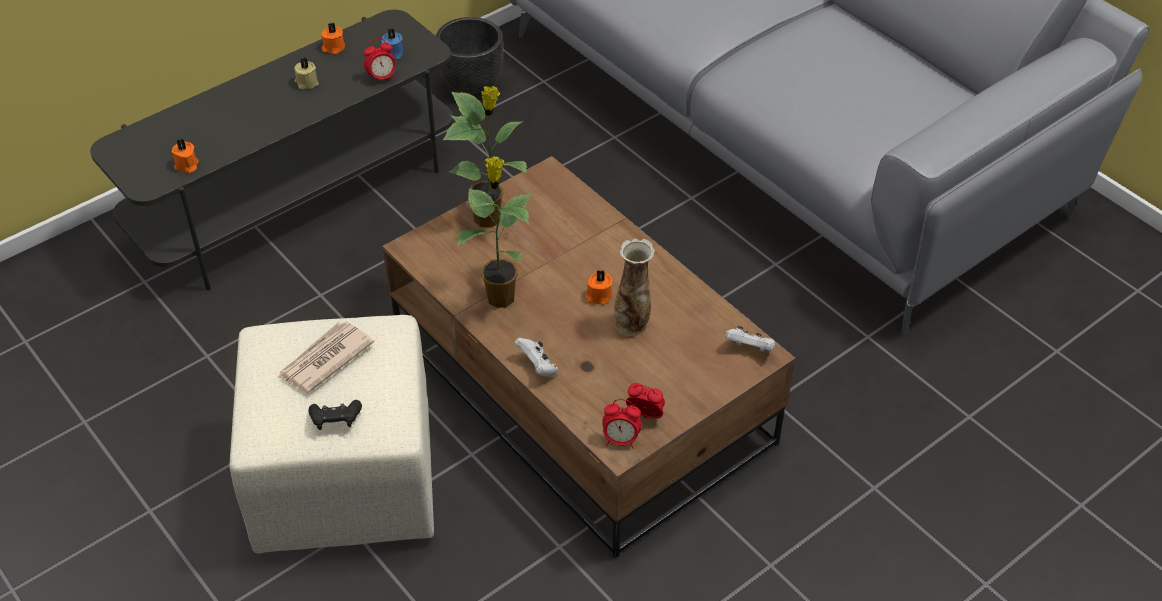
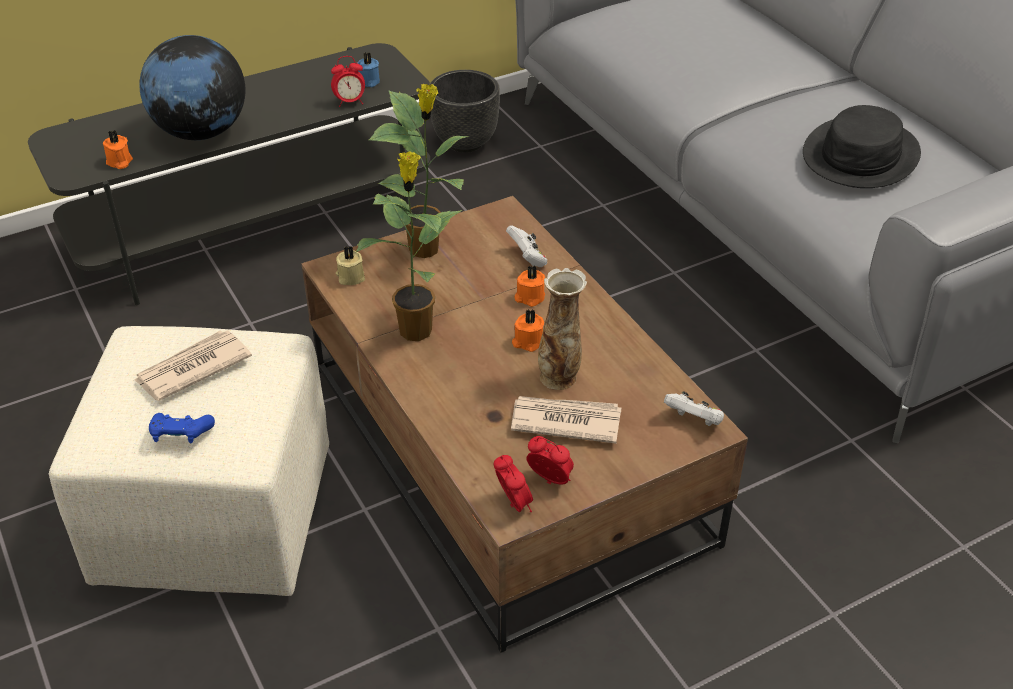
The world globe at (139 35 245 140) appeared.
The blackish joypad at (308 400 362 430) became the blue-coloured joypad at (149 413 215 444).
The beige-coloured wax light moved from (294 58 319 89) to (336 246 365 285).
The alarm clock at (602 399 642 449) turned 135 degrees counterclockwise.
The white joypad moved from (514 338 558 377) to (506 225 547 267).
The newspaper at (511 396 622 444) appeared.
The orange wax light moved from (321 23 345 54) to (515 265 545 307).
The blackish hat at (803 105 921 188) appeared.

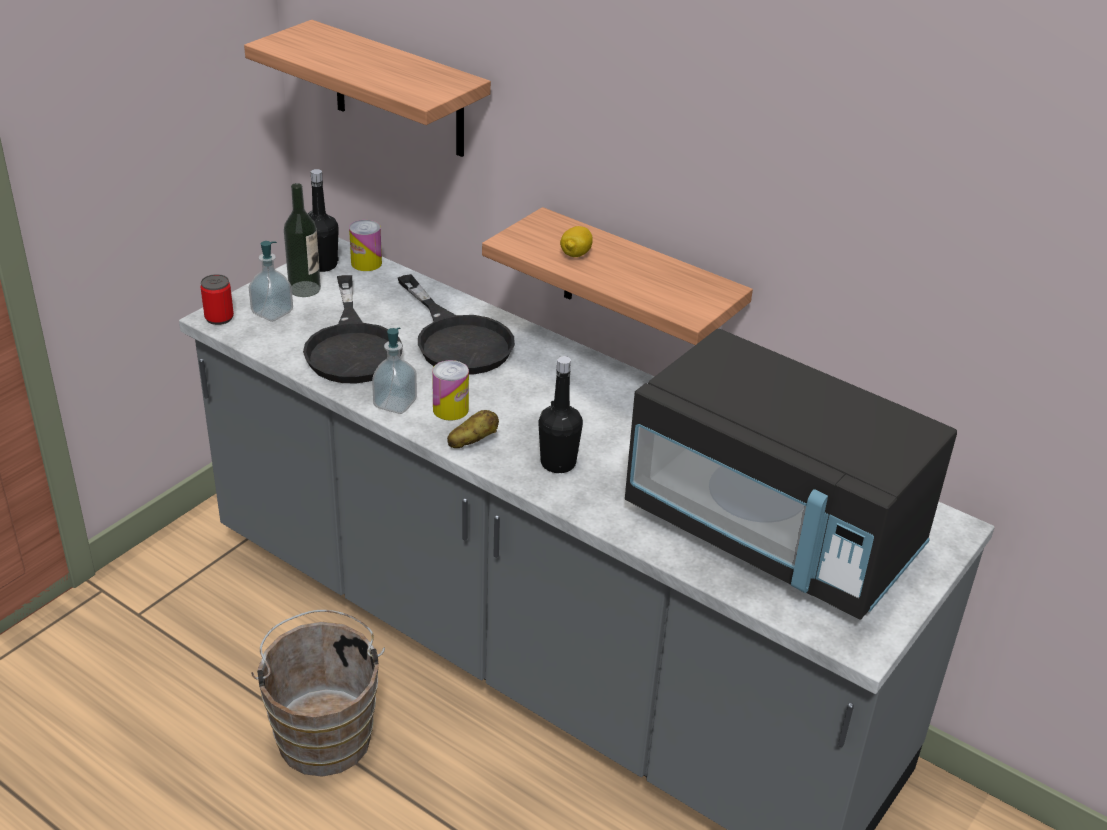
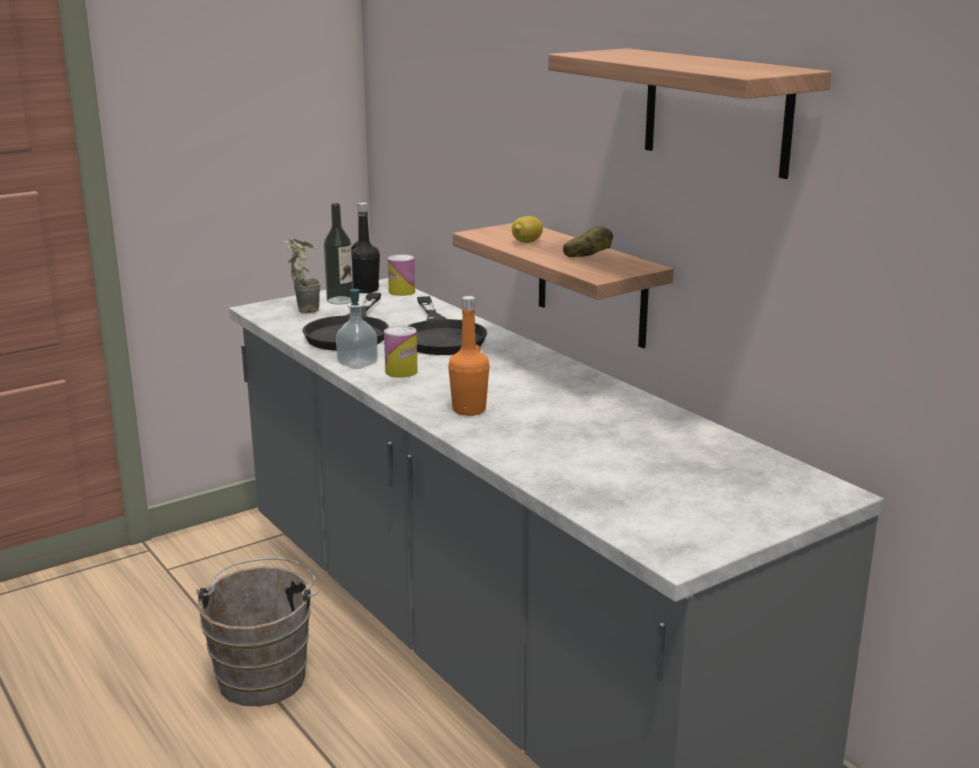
The liquid soap bottle at (249 241 293 322) was replaced by the plant in a pot at (283 239 321 314).
The blackish beverage bottle at (538 356 583 473) became the orange beverage bottle at (448 296 490 416).
The wall shelf moved from (244 20 491 157) to (548 48 832 179).
The spud moved from (447 410 499 448) to (563 226 613 257).
The can at (201 274 234 325) disappeared.
The blackish microwave oven at (625 329 957 620) disappeared.

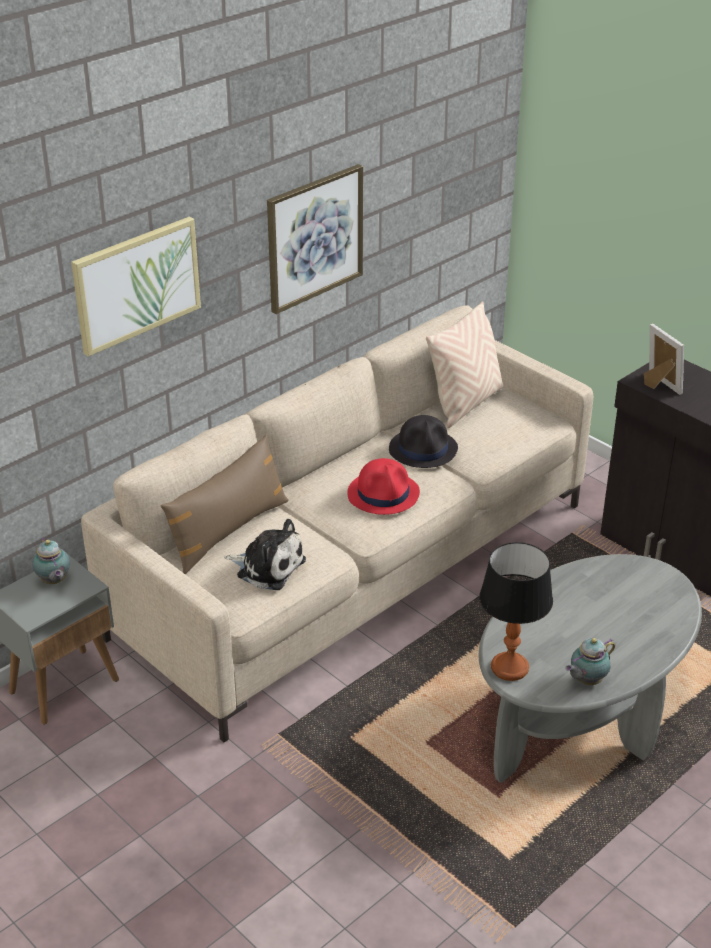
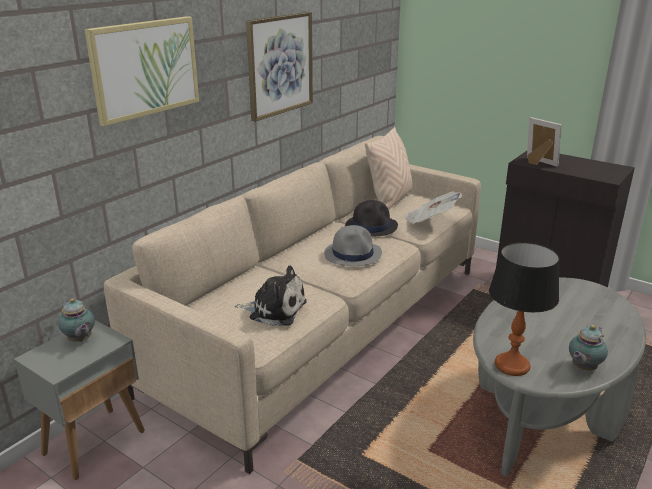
The reddish hat at (347 458 420 515) became the greyish hat at (324 225 382 266).
The newspaper at (404 191 462 225) appeared.
The brownish pillow at (161 435 289 574) disappeared.

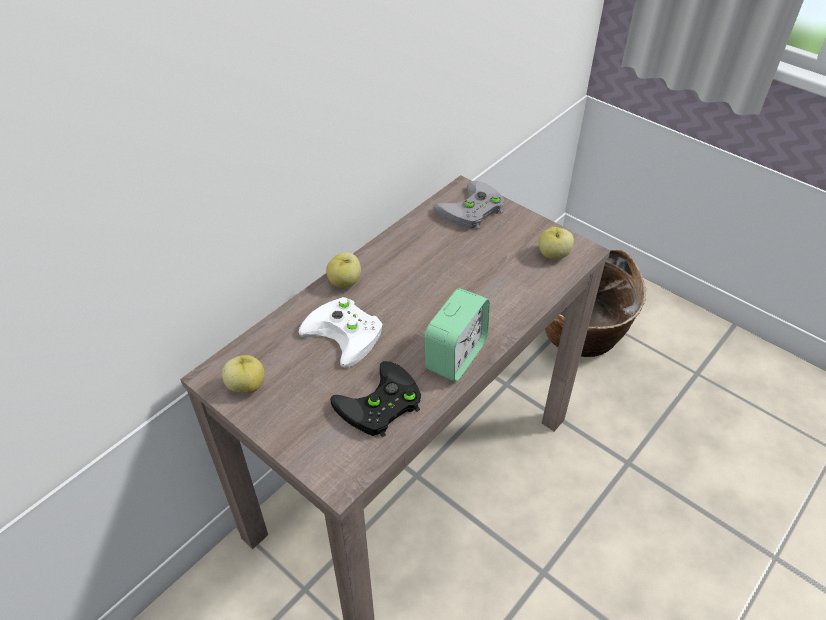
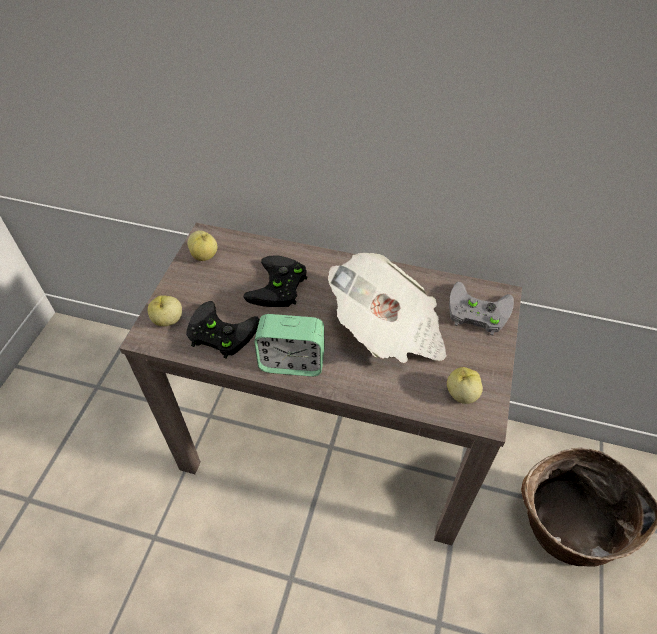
The apple fruit moved from (326 252 361 288) to (148 295 182 326).
The white joypad at (299 297 382 368) became the blackish joypad at (244 255 307 307).
The newspaper at (328 253 447 363) appeared.

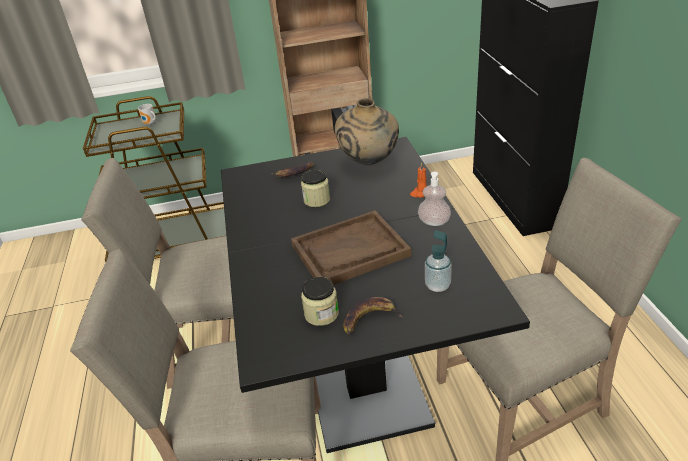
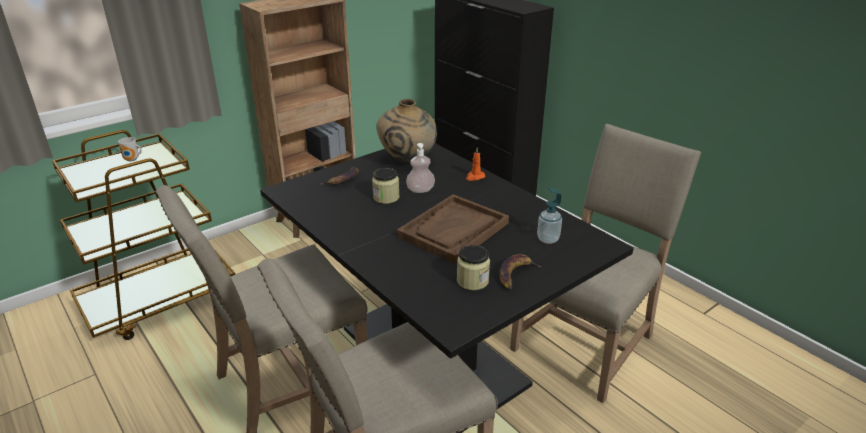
The liquid soap bottle moved from (418 172 451 226) to (406 143 435 193).

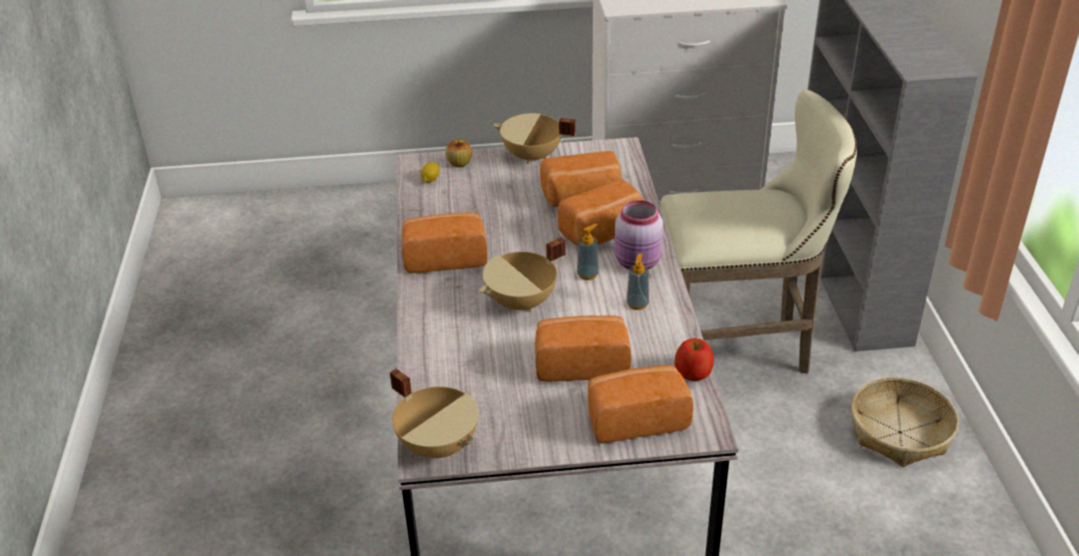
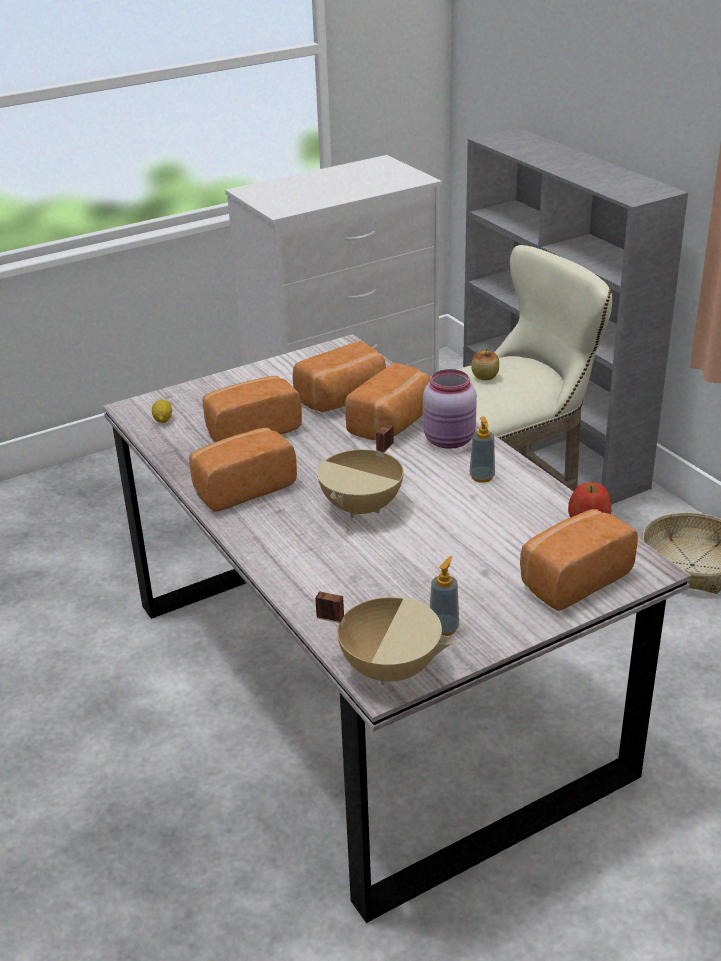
The bread moved from (535 316 631 382) to (203 376 302 442).
The liquid soap bottle moved from (577 224 599 280) to (430 556 459 636).
The apple fruit moved from (446 139 472 167) to (471 349 499 380).
The beige-coloured stockpot at (493 113 576 164) disappeared.

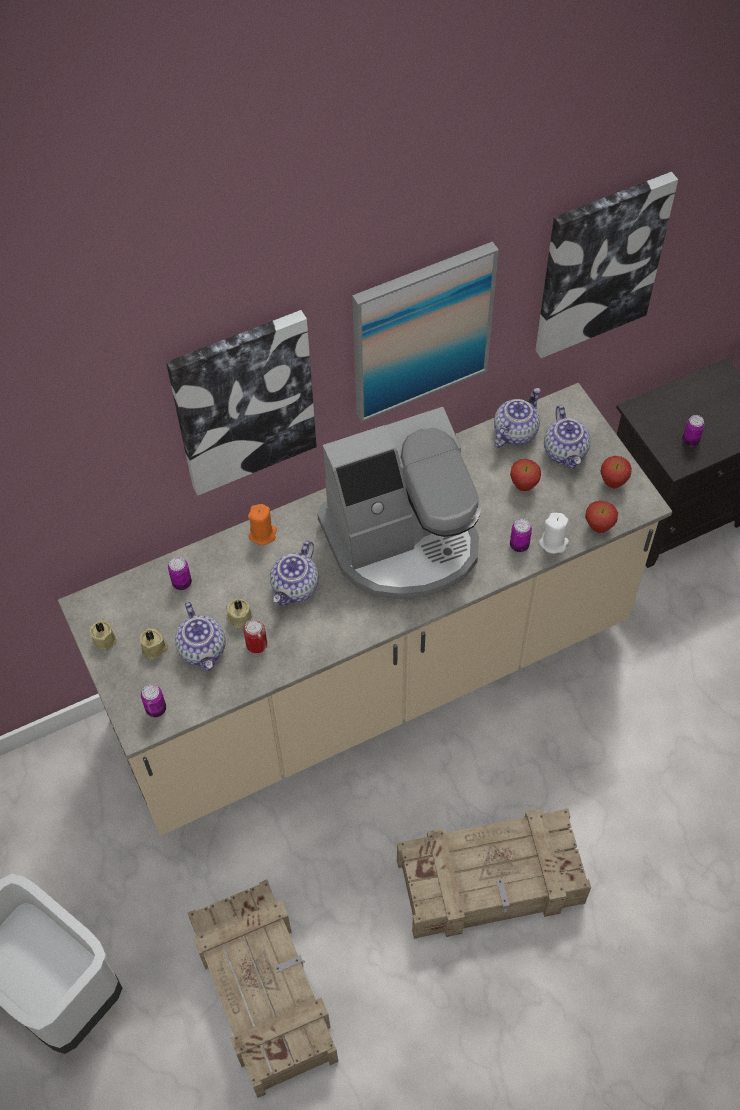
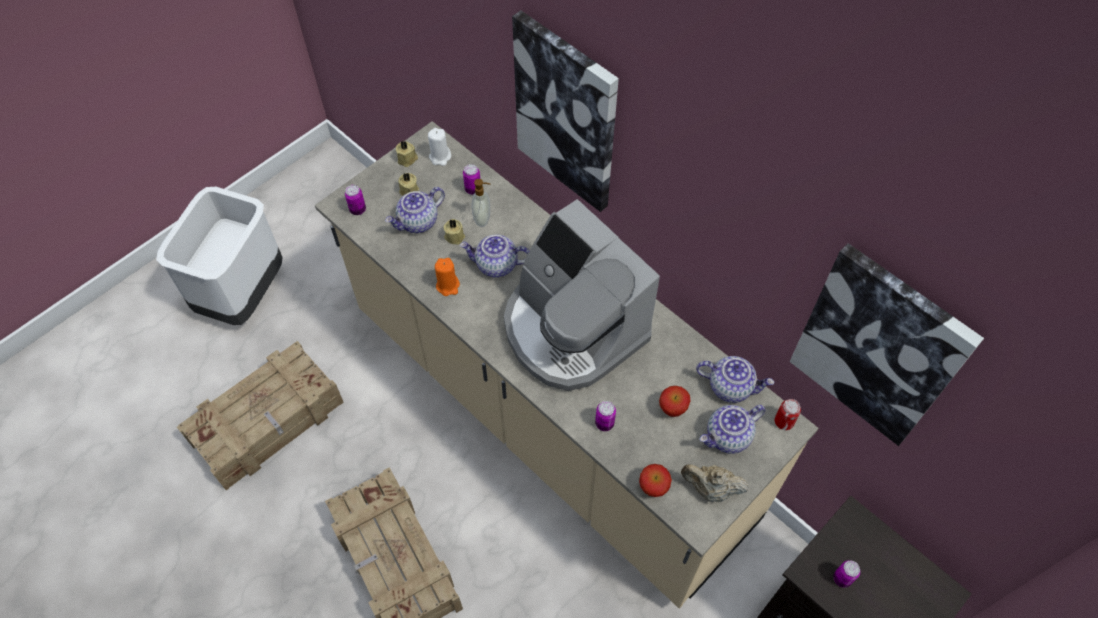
The white wax light moved from (539 513 569 554) to (428 128 451 166).
The orange wax light moved from (248 504 277 545) to (435 258 460 296).
The liquid soap bottle at (471 179 490 227) appeared.
The apple fruit at (600 456 632 489) was replaced by the beige-coloured pot for tea at (681 465 749 502).
The can moved from (244 619 267 653) to (775 399 801 430).
The wall art at (352 241 499 422) disappeared.

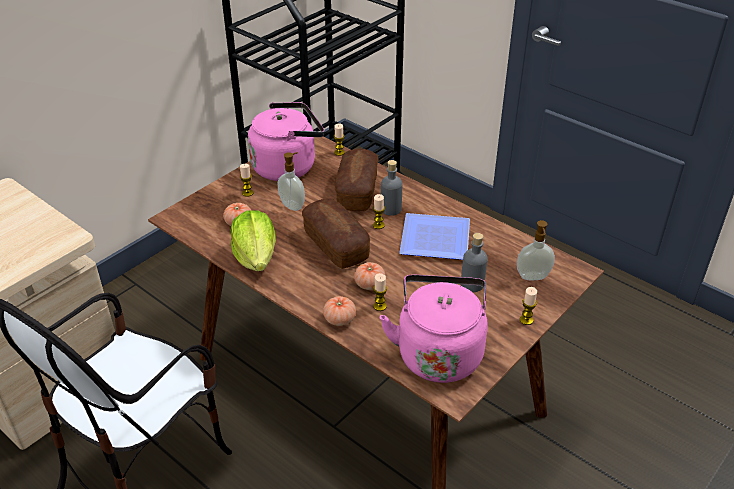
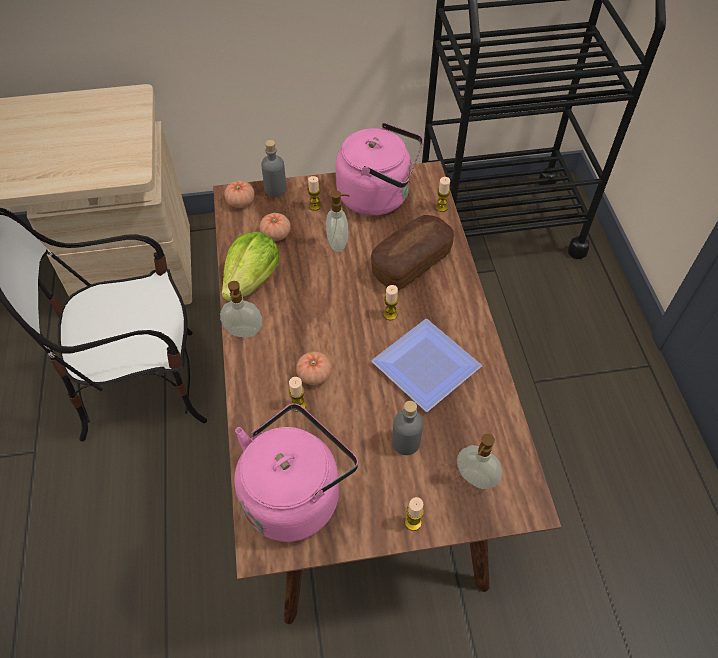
The liquid soap bottle at (220 281 262 337) appeared.
The whole tomato moved from (323 296 356 326) to (224 181 255 208).
The greyish beverage bottle moved from (381 160 402 216) to (261 140 286 197).
The bread at (302 198 370 269) disappeared.

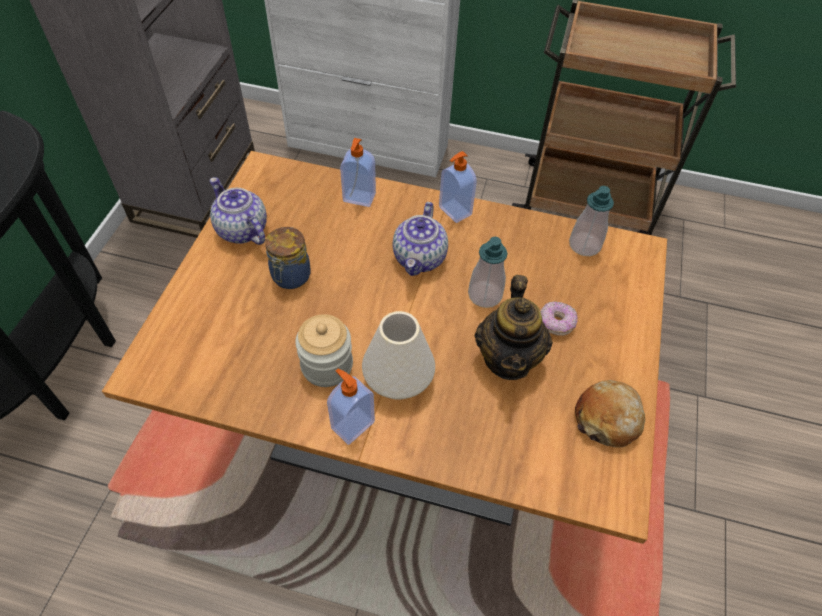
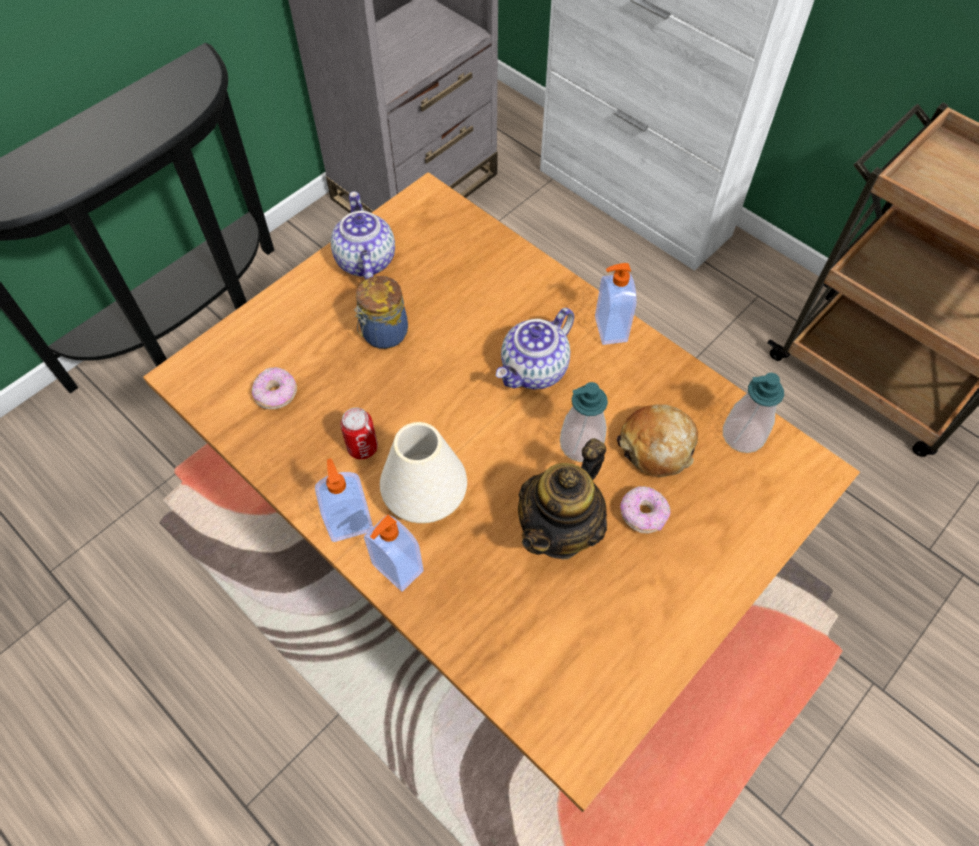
The donut at (252 367 297 410) appeared.
The preserve jar at (295 314 353 387) was replaced by the can at (340 408 378 460).
The liquid soap bottle moved from (340 138 376 207) to (364 514 424 592).
The bread moved from (575 380 645 448) to (617 404 698 477).

